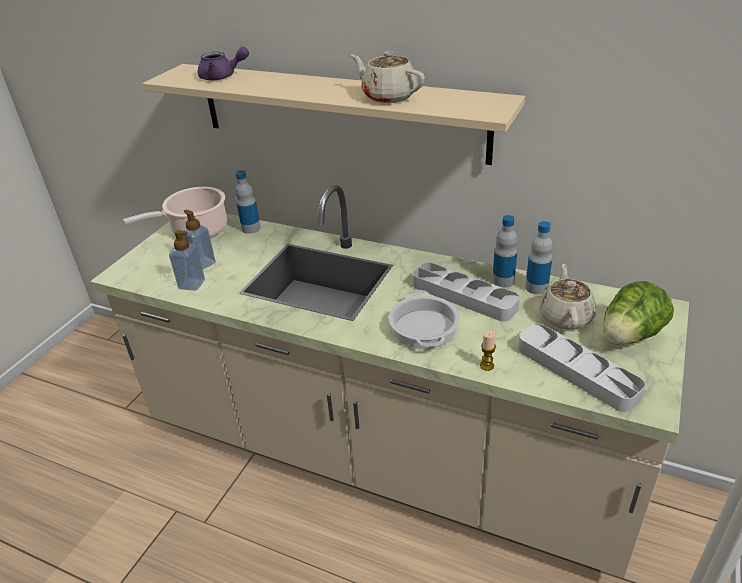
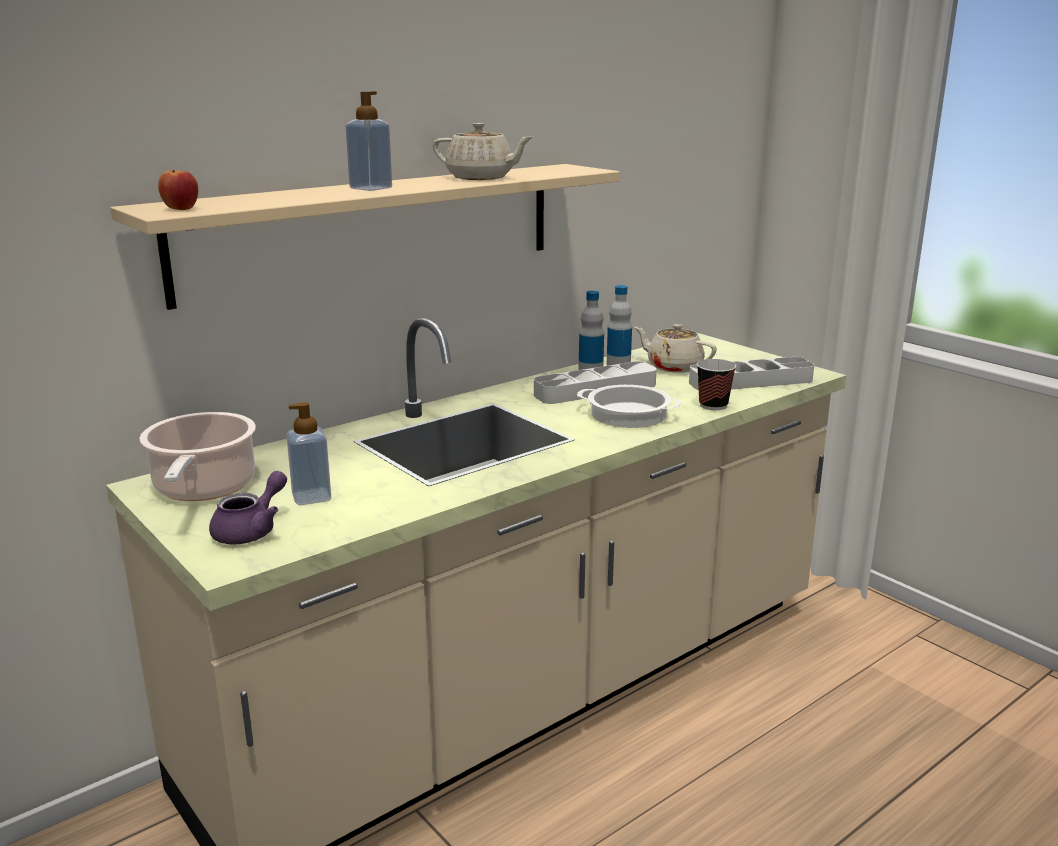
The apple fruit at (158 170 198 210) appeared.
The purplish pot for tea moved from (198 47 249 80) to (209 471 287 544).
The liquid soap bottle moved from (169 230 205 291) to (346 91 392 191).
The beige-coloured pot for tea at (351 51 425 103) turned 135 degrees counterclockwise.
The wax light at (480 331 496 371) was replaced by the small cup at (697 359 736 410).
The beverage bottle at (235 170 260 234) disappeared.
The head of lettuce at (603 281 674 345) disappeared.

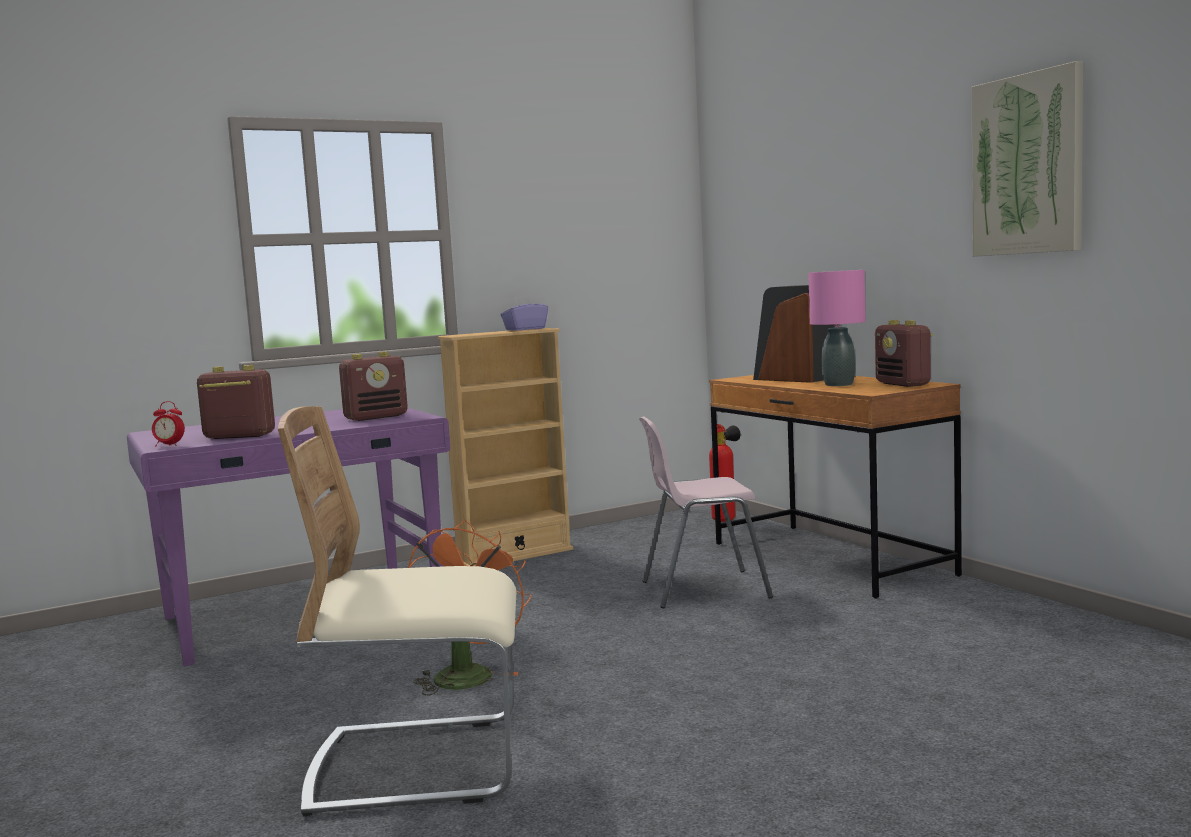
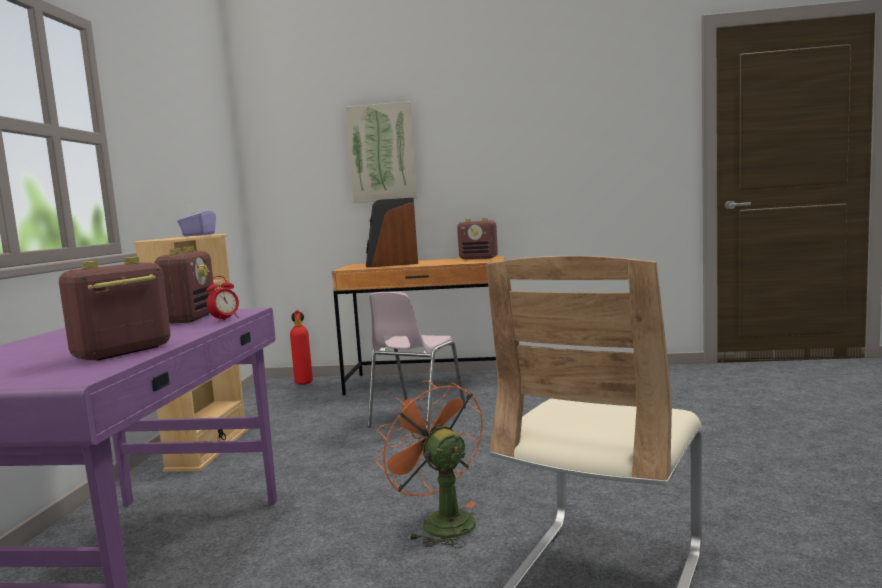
The alarm clock moved from (152 401 185 446) to (206 276 239 322).
The wall art moved from (972 61 1083 257) to (345 101 417 203).
The pink tabletop lamp at (808 270 866 386) disappeared.

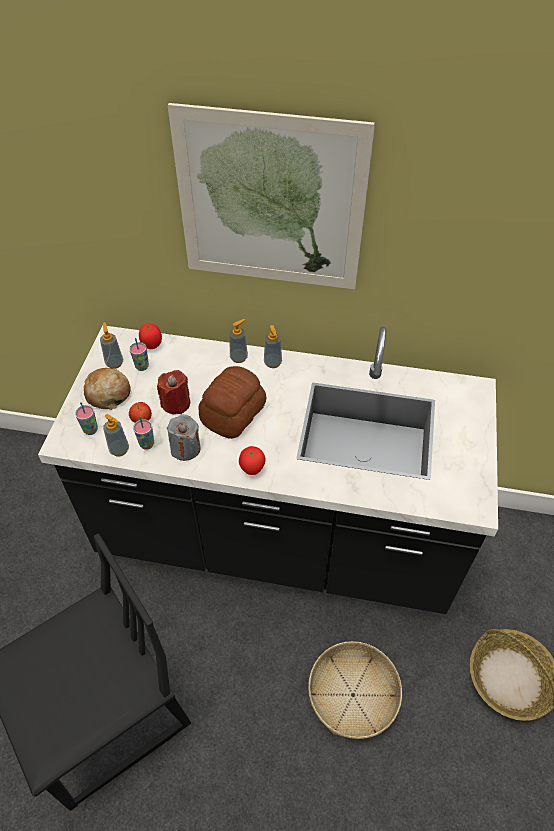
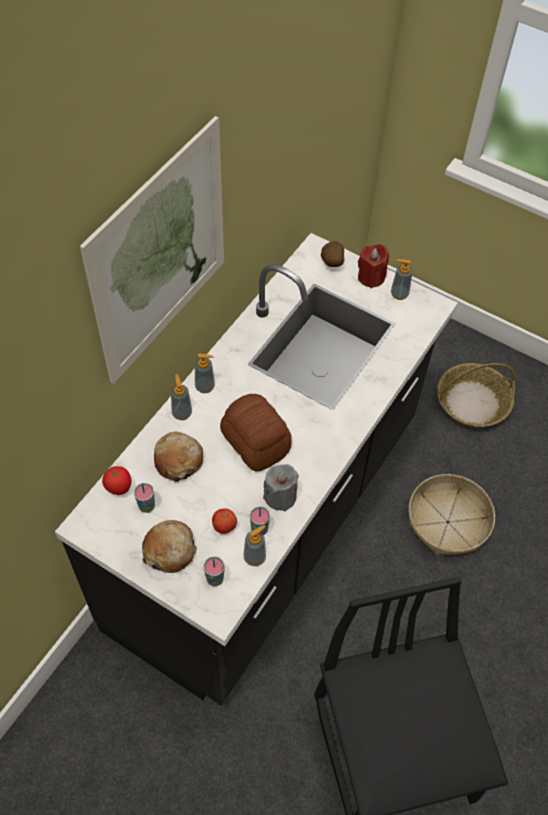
The bread at (154 432 203 482) appeared.
The spud at (321 241 344 267) appeared.
The reddish wax light moved from (157 370 190 414) to (358 244 389 288).
The liquid soap bottle moved from (100 322 123 369) to (391 259 413 300).
The whole tomato at (239 446 265 475) disappeared.

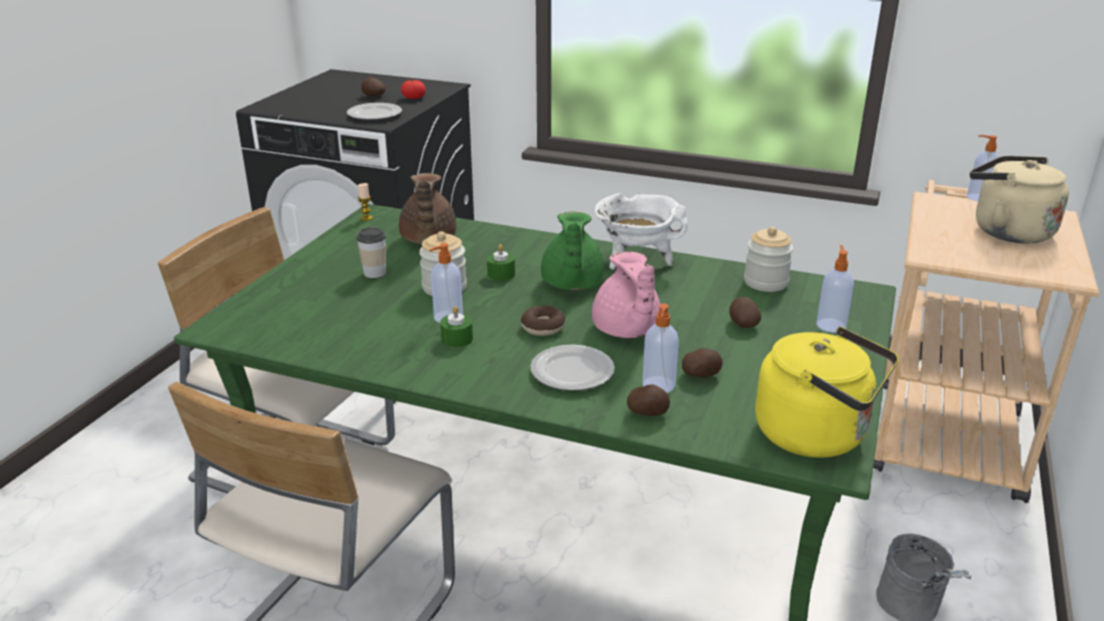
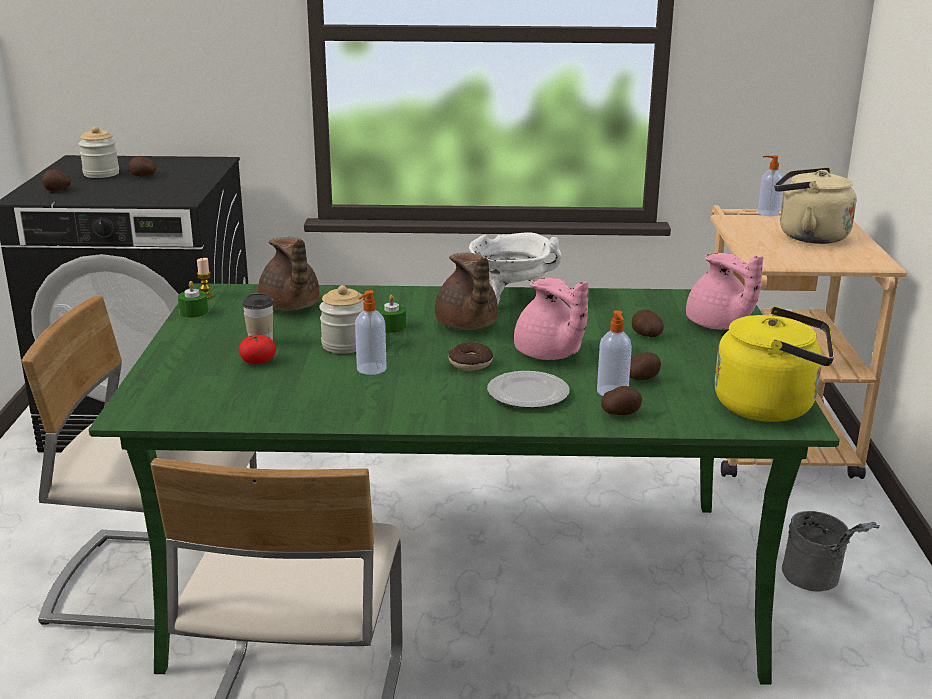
The spud at (42 170 71 191) appeared.
The preserve jar moved from (744 227 794 292) to (79 126 119 178).
The green wax light moved from (440 306 473 348) to (178 281 208 318).
The whole tomato moved from (401 79 426 99) to (239 334 276 364).
The green pot for tea at (541 212 604 290) became the brownish pot for tea at (435 253 498 330).
The liquid soap bottle at (816 245 854 333) was replaced by the pink pot for tea at (686 253 763 330).
The plate at (347 103 402 121) disappeared.

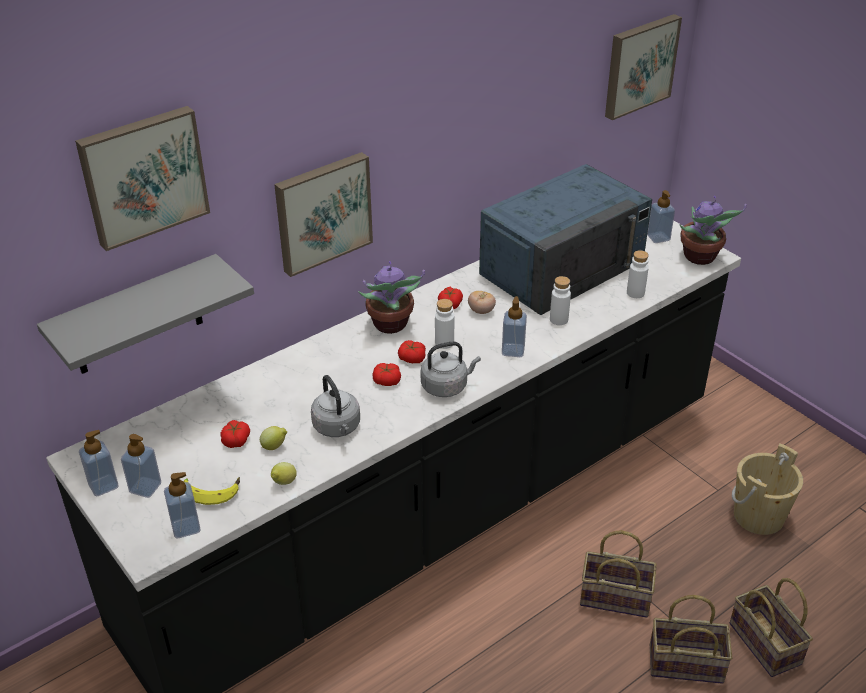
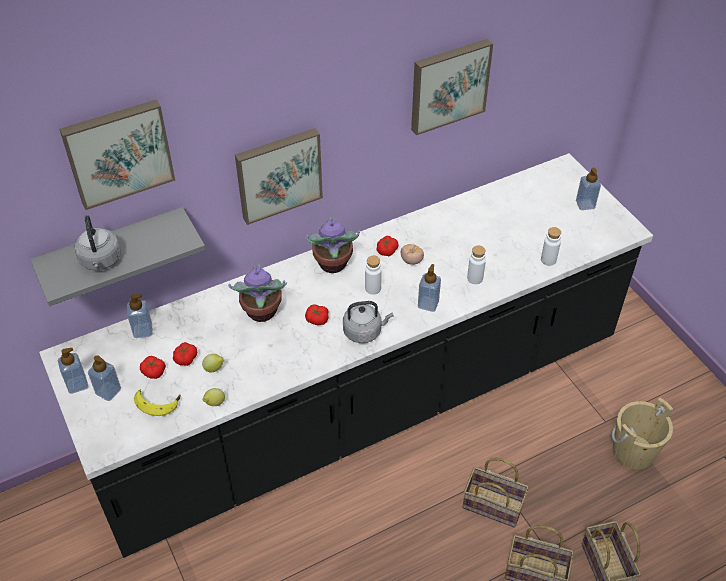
The greyish kettle moved from (311 375 360 437) to (75 215 121 271).
The liquid soap bottle moved from (164 472 201 538) to (127 294 153 338).
The whole tomato moved from (398 340 426 363) to (140 356 166 379).
The plant in a pot moved from (679 196 747 265) to (228 264 287 322).
The wall art moved from (605 14 682 120) to (411 39 493 135).
The blue-coloured microwave oven at (479 164 652 315) disappeared.

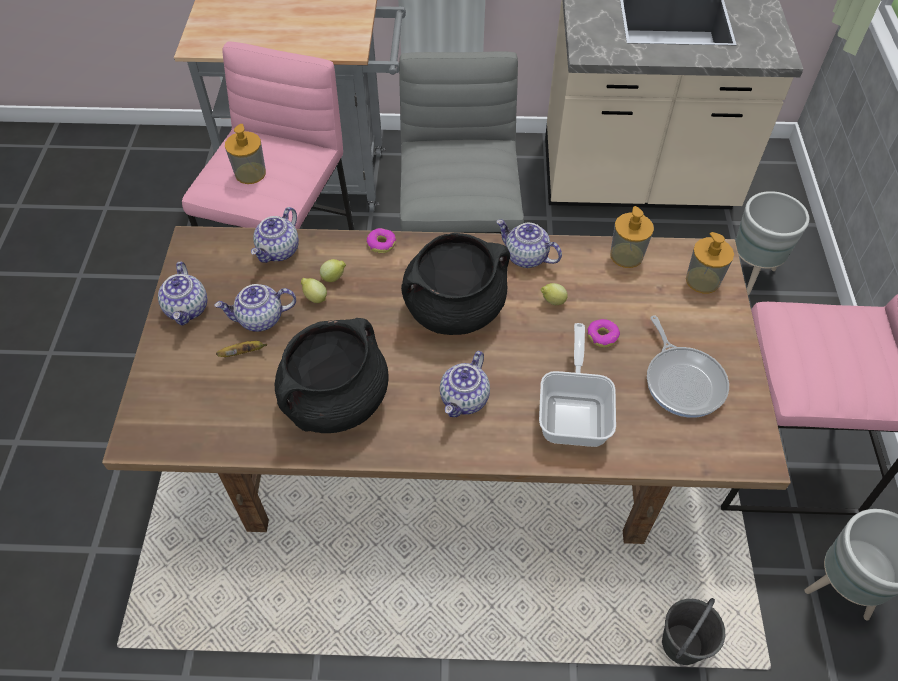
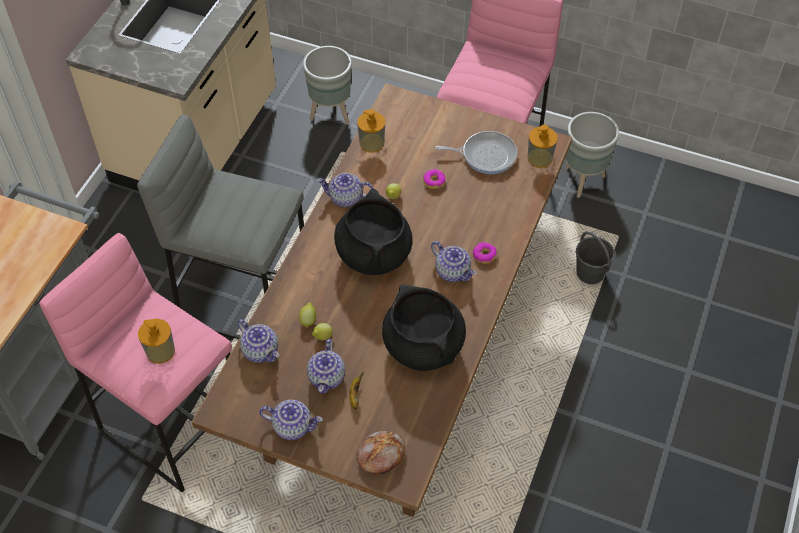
The pot for tea at (496 220 562 268) turned 45 degrees clockwise.
The bread at (357 431 405 474) appeared.
The donut moved from (366 228 396 253) to (473 242 497 264).
The liquid soap bottle moved from (686 232 734 293) to (528 125 558 168).
The frying pan at (539 323 616 447) disappeared.

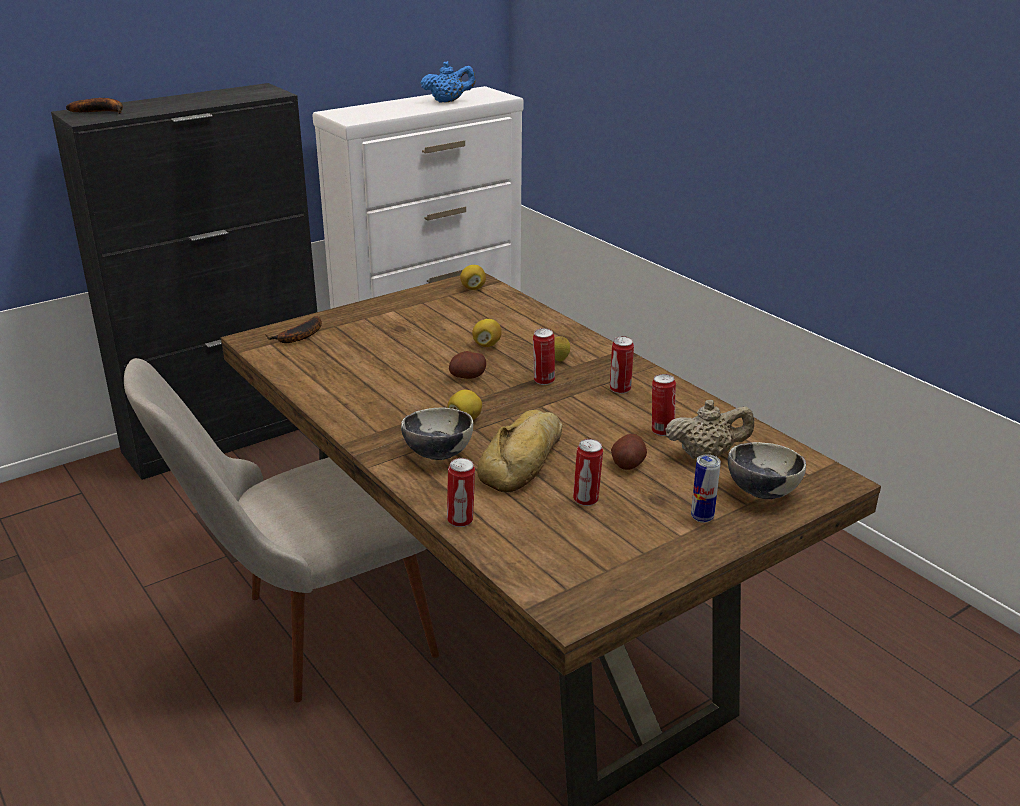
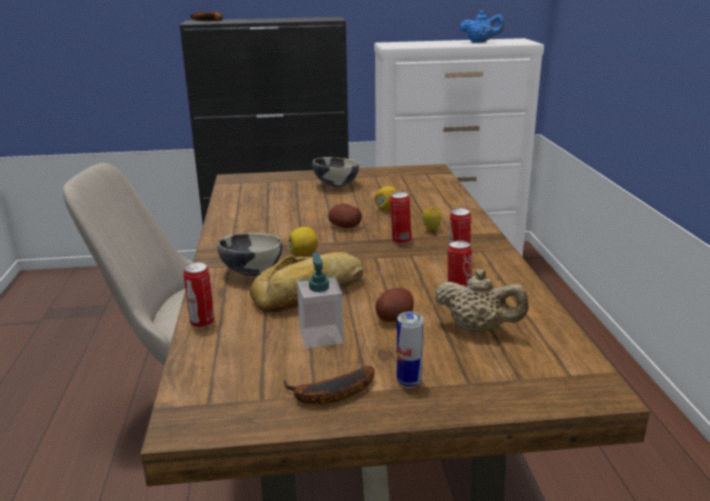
The banana fruit moved from (265 316 322 343) to (284 366 374 404).
The can at (573 439 603 506) was replaced by the liquid soap bottle at (297 252 344 348).
The deep dish moved from (728 442 806 499) to (313 157 359 187).
The citrus fruit at (460 265 486 290) disappeared.

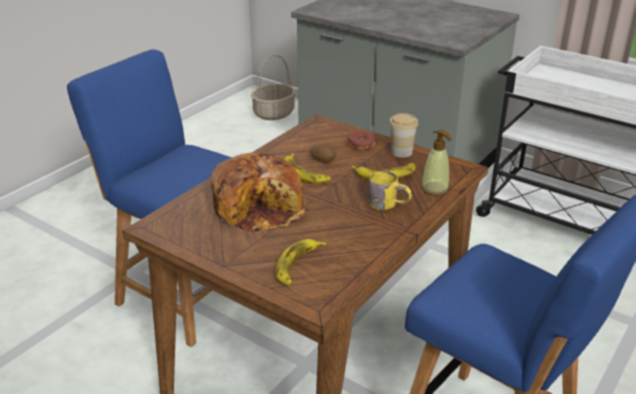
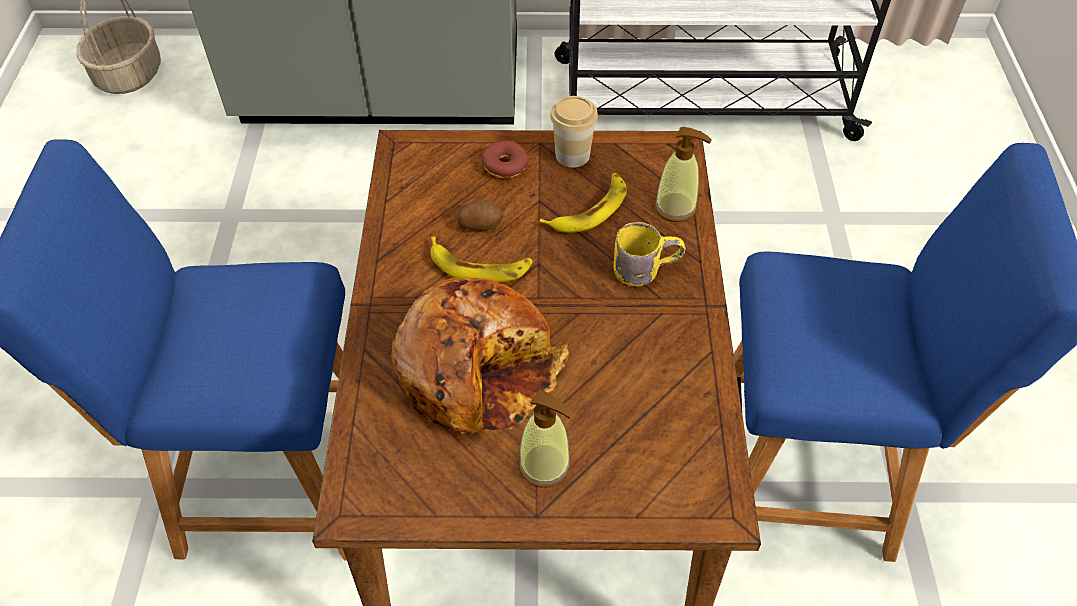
The liquid soap bottle at (518 390 573 488) appeared.
The banana fruit at (275 239 326 286) disappeared.

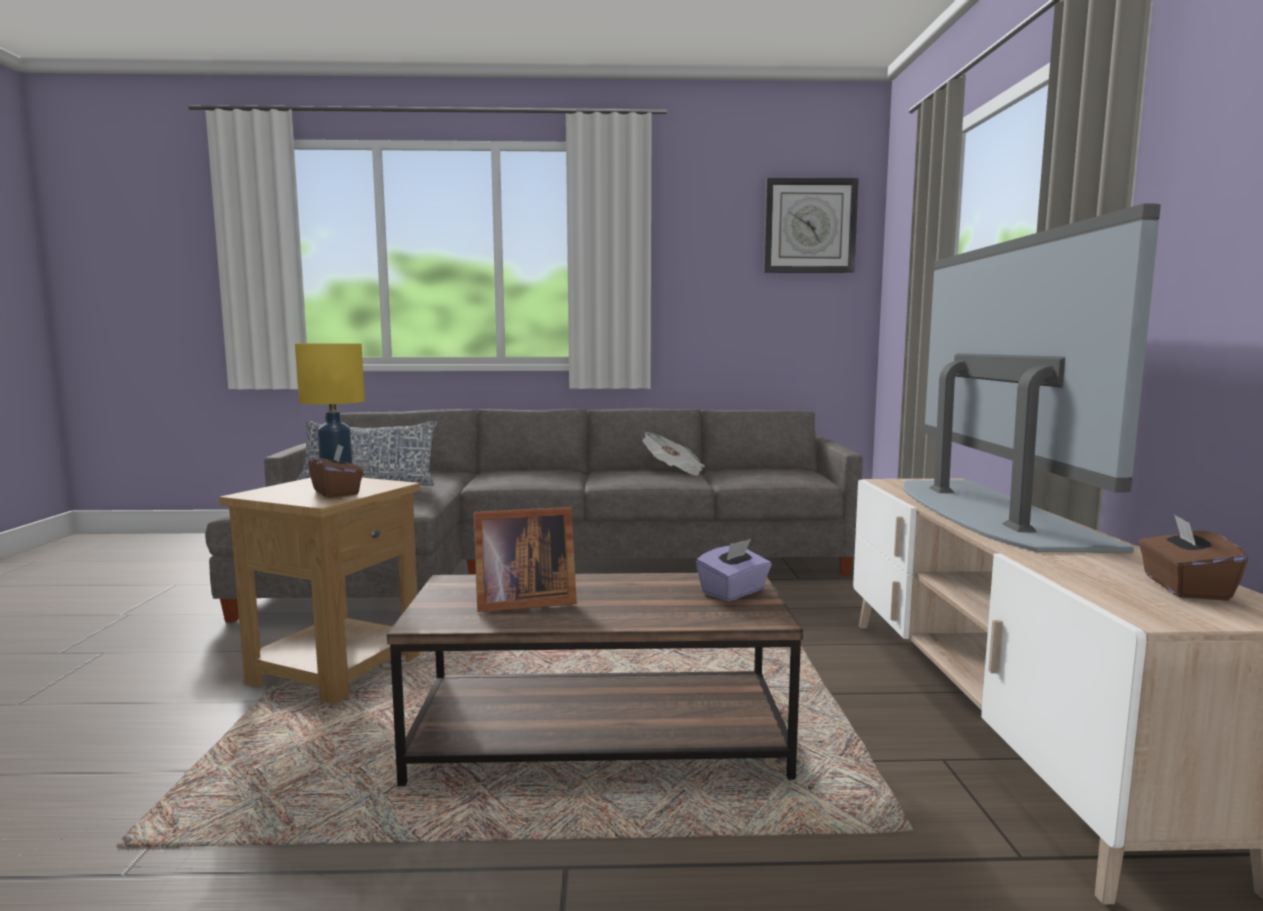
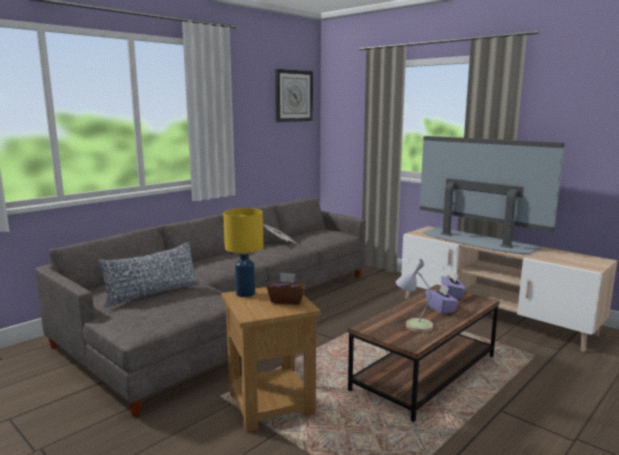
The standing frame at (474 507 577 612) was replaced by the tabletop lamp at (396 259 433 332).
The purplish tissue holder at (425 285 459 314) appeared.
The brownish tissue holder at (1138 514 1248 601) disappeared.

